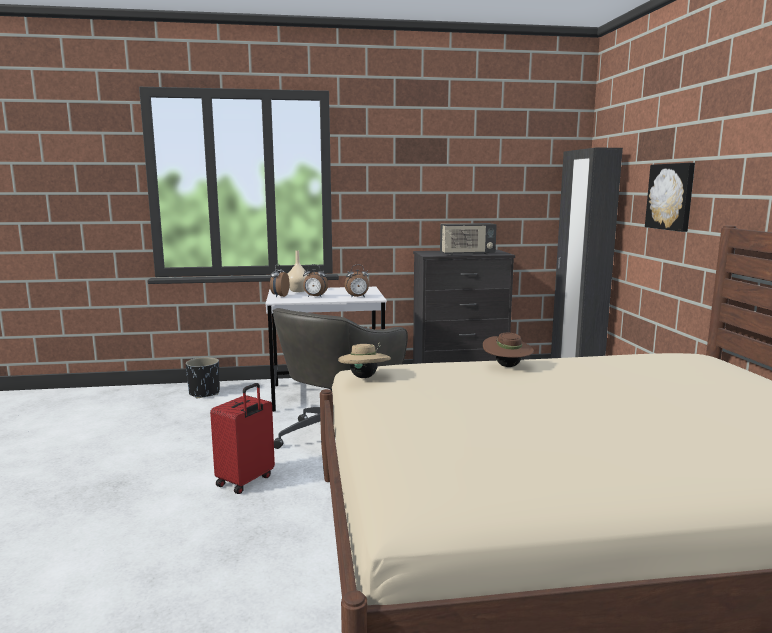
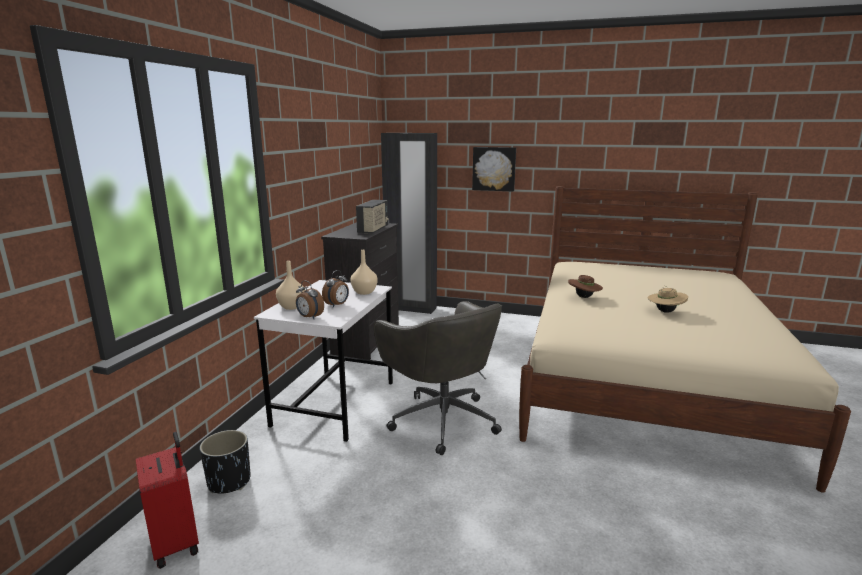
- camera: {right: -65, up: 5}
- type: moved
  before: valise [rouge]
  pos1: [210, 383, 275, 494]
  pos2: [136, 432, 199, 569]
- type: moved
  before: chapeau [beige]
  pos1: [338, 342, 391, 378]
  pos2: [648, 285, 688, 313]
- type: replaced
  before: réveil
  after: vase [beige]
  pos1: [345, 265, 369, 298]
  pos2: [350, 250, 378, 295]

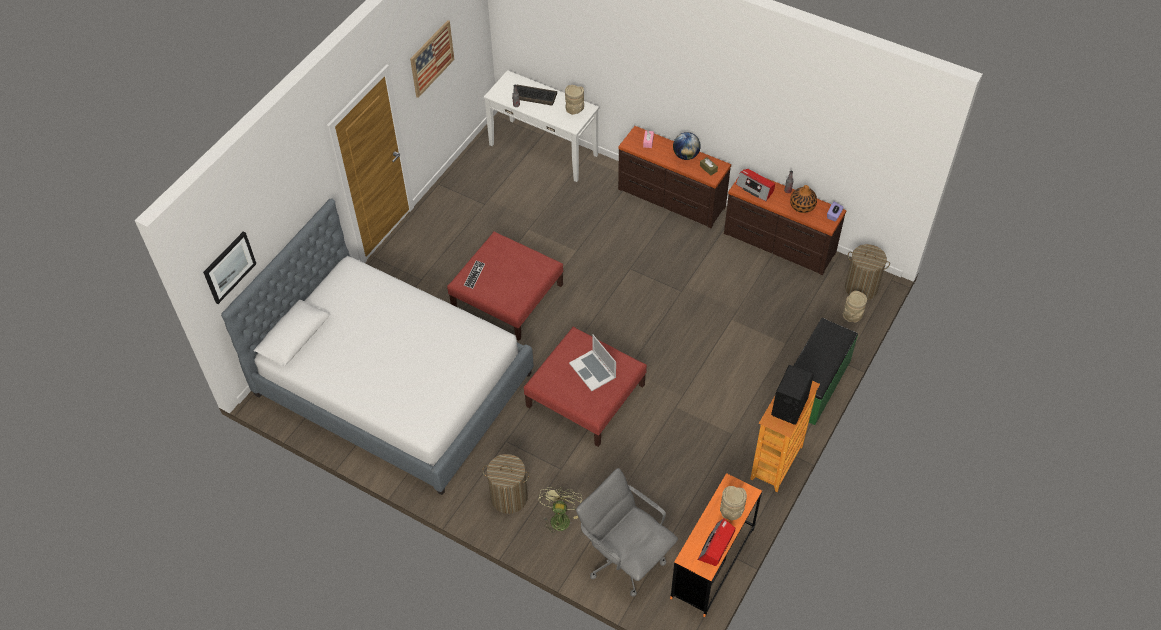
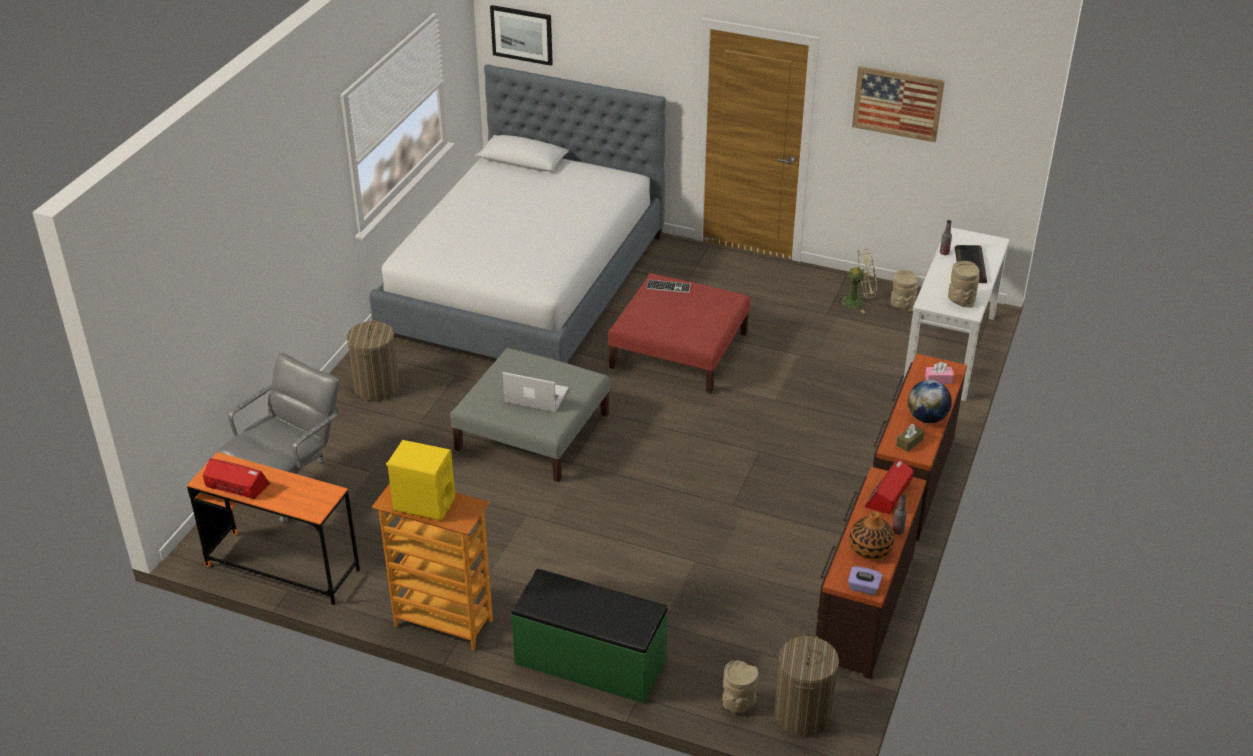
- camera: {right: 80, up: -15}
- type: moved
  before: ventilateur [vert]
  pos1: [538, 487, 582, 536]
  pos2: [836, 249, 877, 313]
- type: moved
  before: vase [beige]
  pos1: [720, 486, 747, 521]
  pos2: [891, 270, 918, 312]
- type: recoloured
  before: pouf [rouge]
  after: pouf [gris]
  pos1: [524, 326, 647, 447]
  pos2: [450, 348, 610, 482]
- type: recoloured
  before: enceinte [noir]
  after: enceinte [jaune]
  pos1: [771, 365, 814, 425]
  pos2: [386, 440, 455, 521]
- type: turned
  before: ordinateur portable
  pos1: [569, 334, 616, 391]
  pos2: [503, 372, 569, 412]
  turn: 60

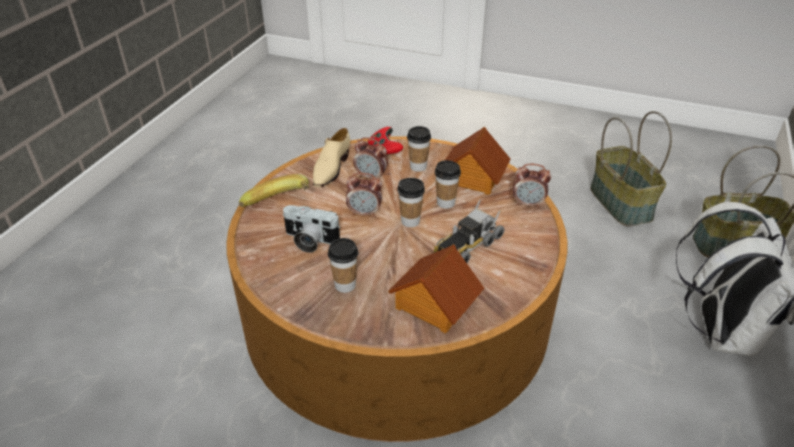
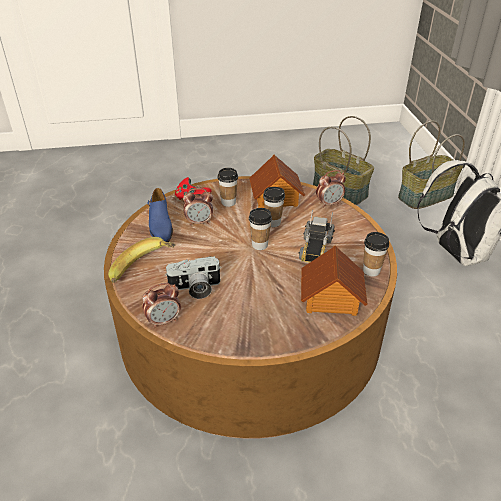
- camera: {right: -30, up: 0}
- type: moved
  before: tasse
  pos1: [328, 238, 358, 293]
  pos2: [363, 232, 389, 277]
- type: moved
  before: réveil
  pos1: [346, 173, 382, 217]
  pos2: [142, 283, 181, 328]
- type: recoloured
  before: chaussure [beige]
  after: chaussure [bleu]
  pos1: [313, 128, 350, 187]
  pos2: [147, 188, 173, 242]

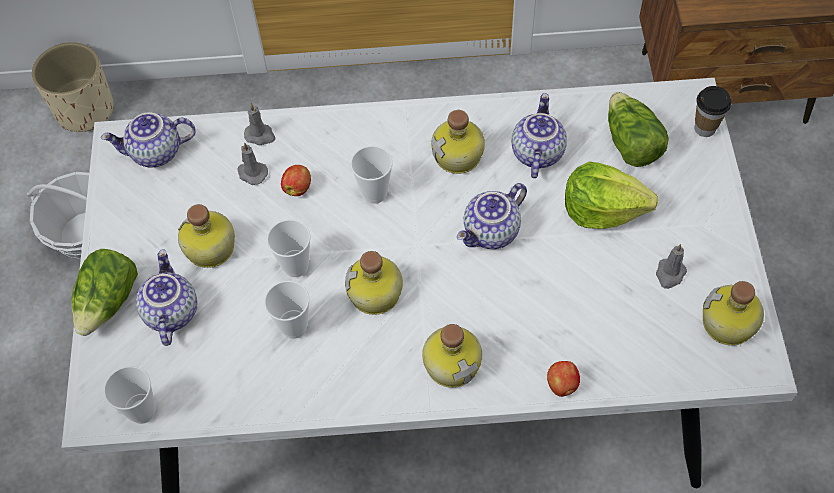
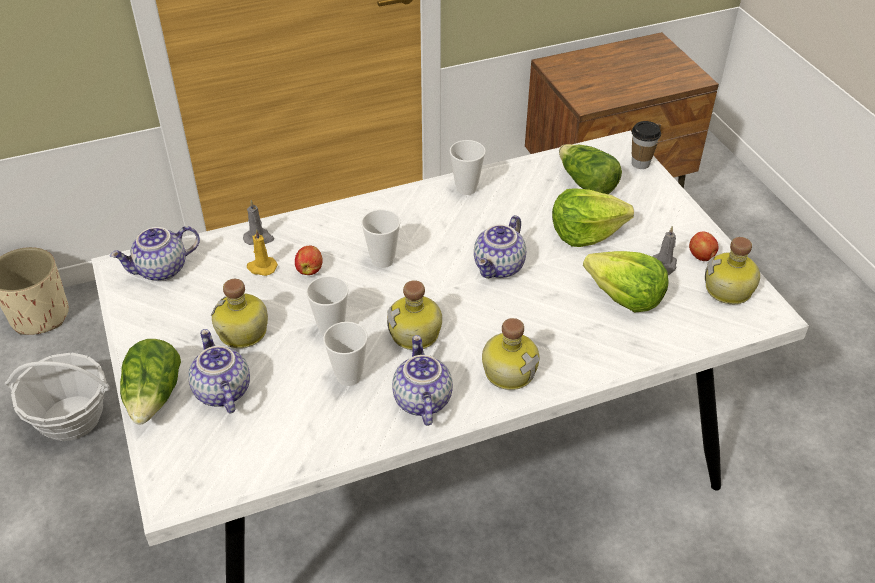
- camera: {right: -20, up: -15}
- type: removed
  before: bouteille
  pos1: [431, 110, 485, 174]
- type: added
  after: laitue
  pos2: [583, 251, 669, 313]
- type: moved
  before: tasse
  pos1: [104, 366, 155, 424]
  pos2: [450, 140, 486, 195]
- type: moved
  before: théière
  pos1: [512, 93, 567, 178]
  pos2: [392, 335, 453, 426]
- type: moved
  before: pomme
  pos1: [547, 361, 580, 397]
  pos2: [689, 232, 718, 261]
- type: recoloured
  before: bougie [gris]
  after: bougie [jaune]
  pos1: [237, 142, 268, 185]
  pos2: [247, 229, 278, 276]

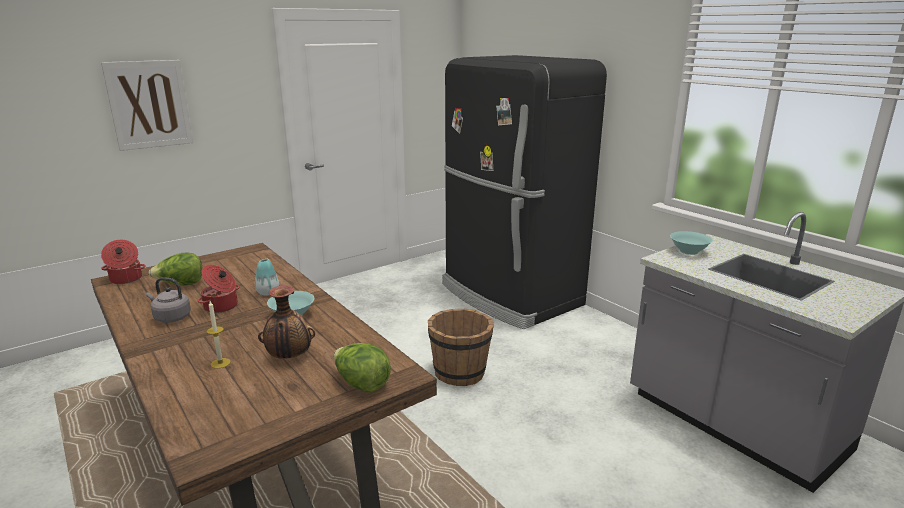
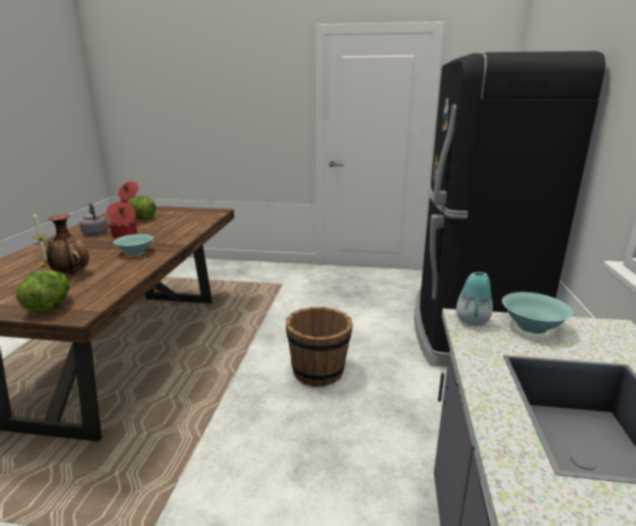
- camera: {right: 45, up: 0}
- type: removed
  before: tableau
  pos1: [101, 60, 193, 151]
- type: moved
  before: vase
  pos1: [255, 259, 279, 295]
  pos2: [456, 272, 493, 326]

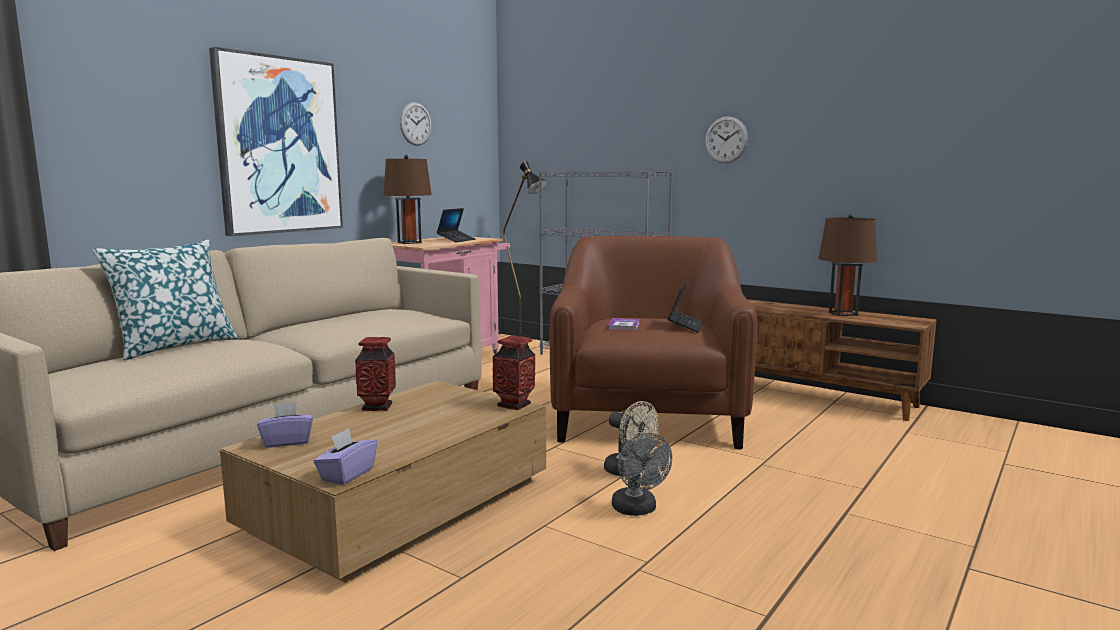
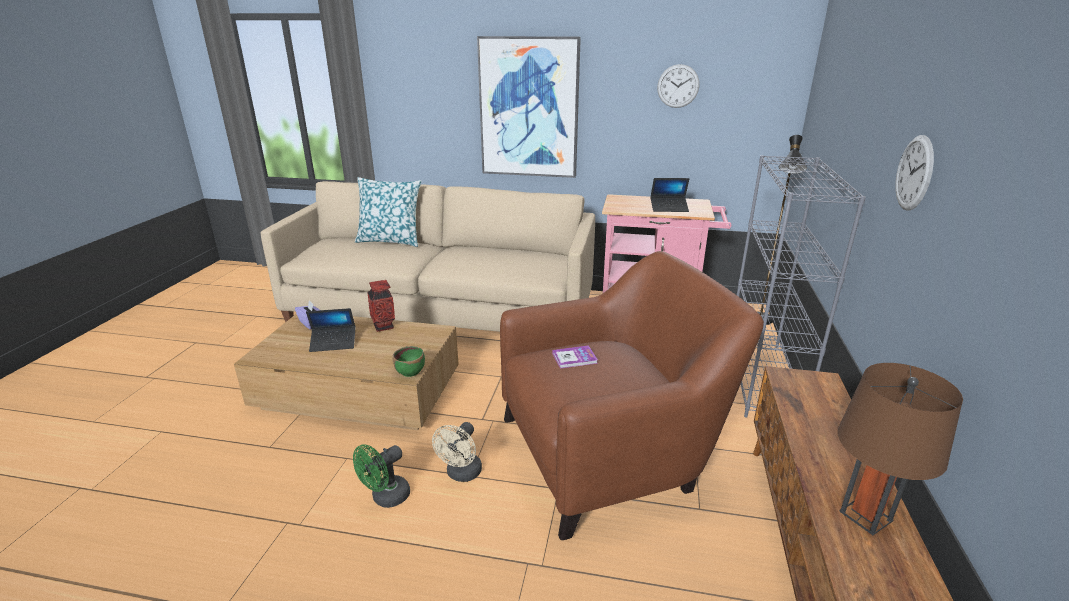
- camera: {right: 65, up: 15}
- type: removed
  before: boîte à mouchoirs [violet]
  pos1: [314, 428, 377, 485]
- type: removed
  before: lampe de table [marron]
  pos1: [384, 155, 432, 244]
- type: moved
  before: ordinateur portable
  pos1: [668, 282, 703, 333]
  pos2: [306, 308, 355, 352]
- type: replaced
  before: vase
  after: bol [vert]
  pos1: [493, 335, 535, 410]
  pos2: [392, 346, 425, 377]
- type: recoloured
  before: ventilateur [gris]
  after: ventilateur [vert]
  pos1: [612, 433, 672, 516]
  pos2: [353, 444, 410, 508]

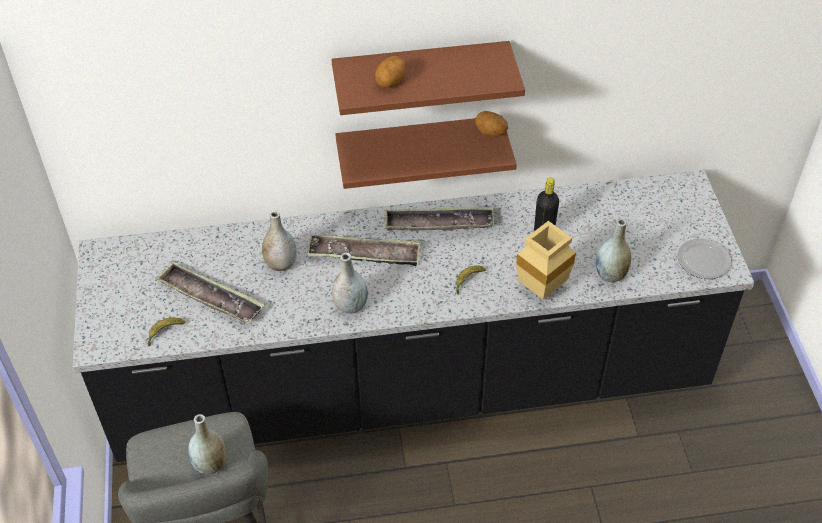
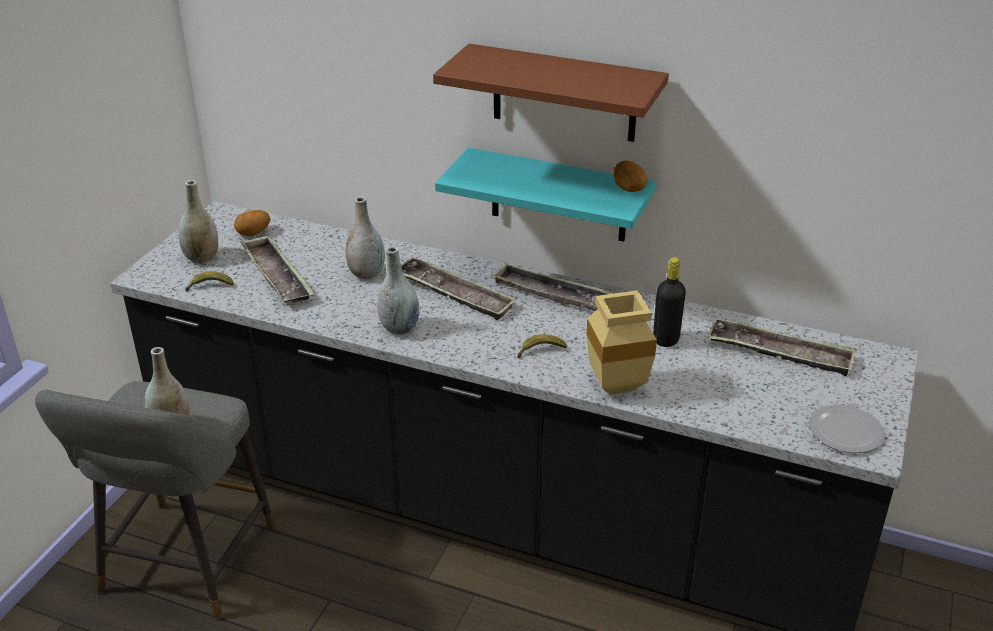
- camera: {right: 30, up: -15}
- type: added
  after: plateau
  pos2: [708, 318, 857, 376]
- type: moved
  before: pomme de terre
  pos1: [375, 56, 405, 88]
  pos2: [234, 210, 271, 236]
- type: moved
  before: vase [gris]
  pos1: [596, 218, 631, 283]
  pos2: [179, 180, 218, 264]
- type: recoloured
  before: étagère [marron]
  after: étagère [turquoise]
  pos1: [335, 115, 517, 189]
  pos2: [435, 148, 657, 242]

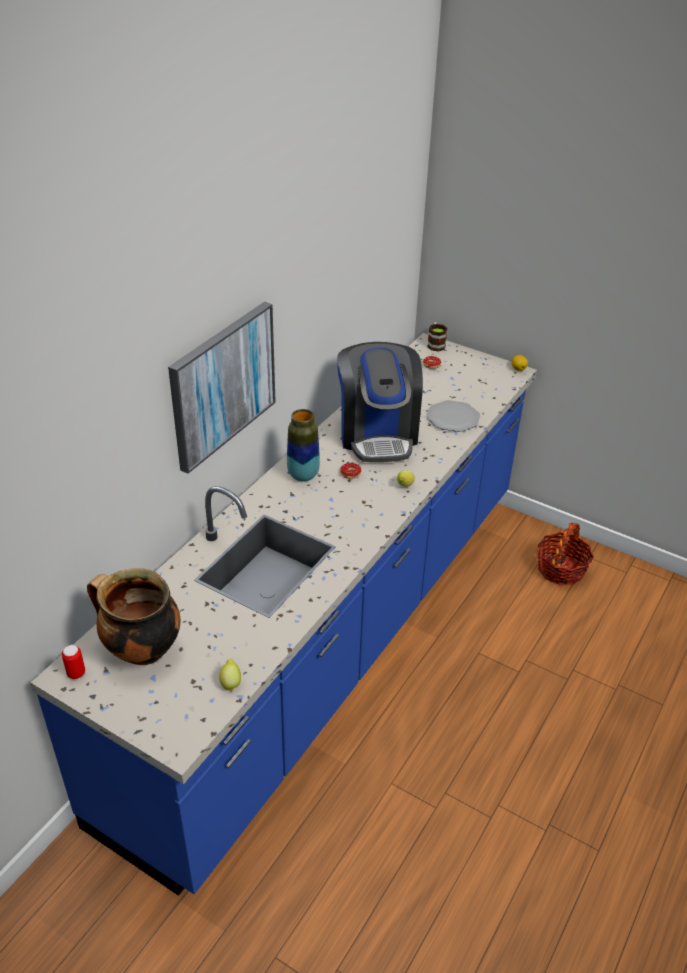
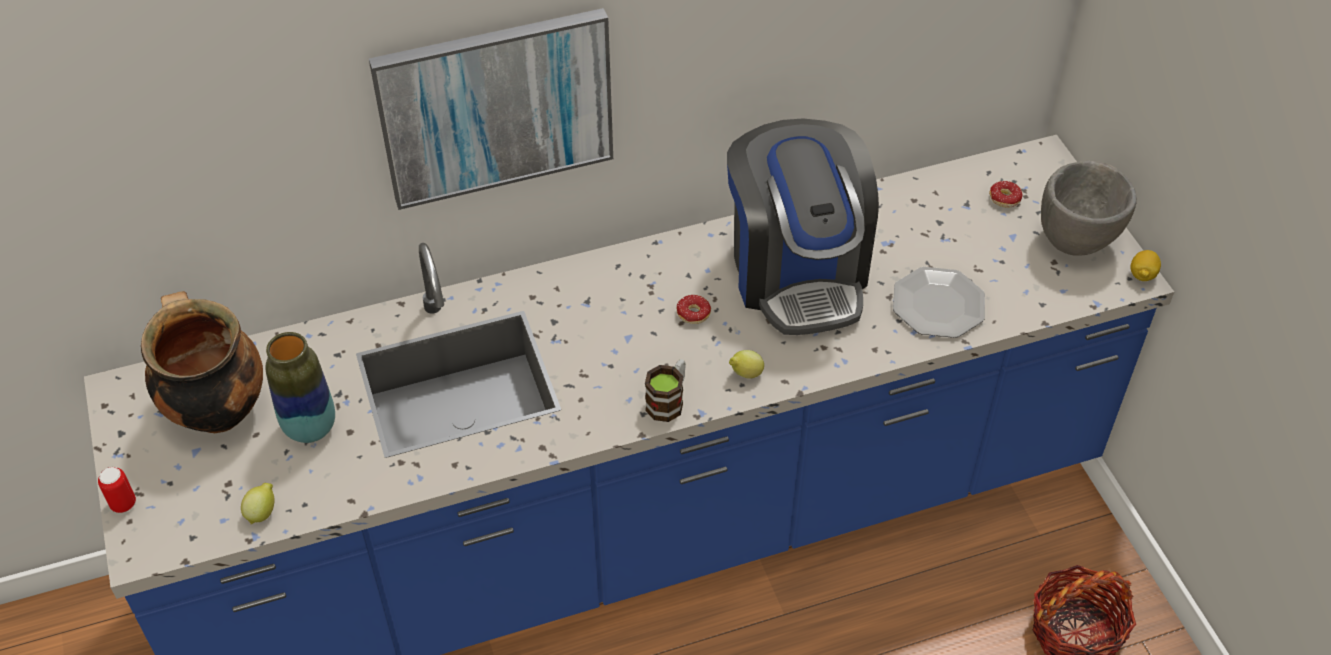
- camera: {right: 40, up: 10}
- type: added
  after: bol [gris]
  pos2: [1041, 161, 1137, 256]
- type: moved
  before: boîte métallique
  pos1: [62, 645, 85, 679]
  pos2: [98, 467, 136, 513]
- type: moved
  before: vase
  pos1: [287, 409, 320, 482]
  pos2: [265, 332, 335, 443]
- type: moved
  before: mug
  pos1: [427, 322, 447, 352]
  pos2: [645, 359, 686, 422]
- type: turned
  before: machine à café
  pos1: [337, 342, 423, 462]
  pos2: [727, 118, 879, 335]
  turn: -45

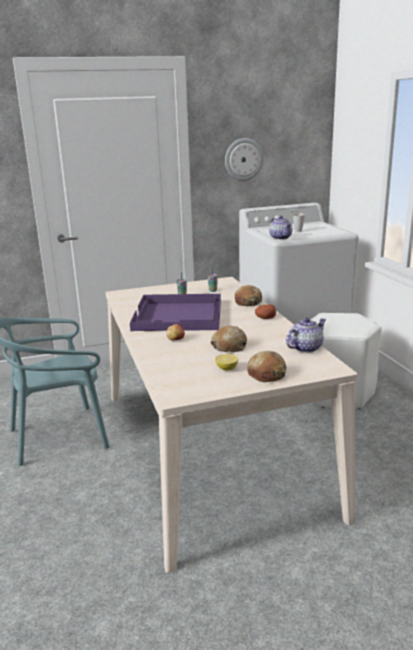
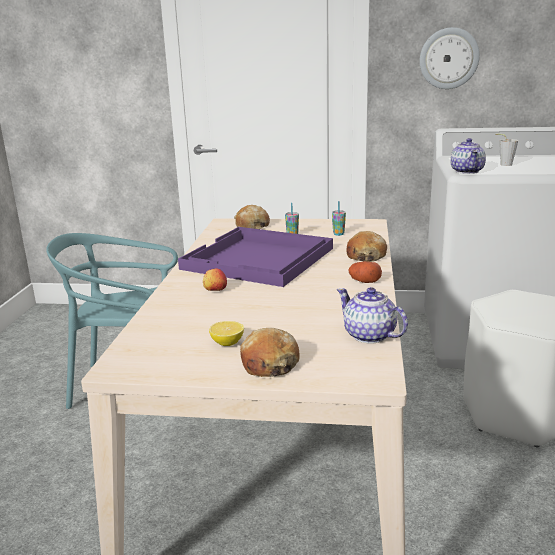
- camera: {right: 25, up: 0}
- type: moved
  before: pain
  pos1: [211, 326, 247, 352]
  pos2: [234, 205, 270, 229]
- type: turned
  before: théière
  pos1: [286, 318, 326, 353]
  pos2: [337, 287, 408, 343]
  turn: -120

